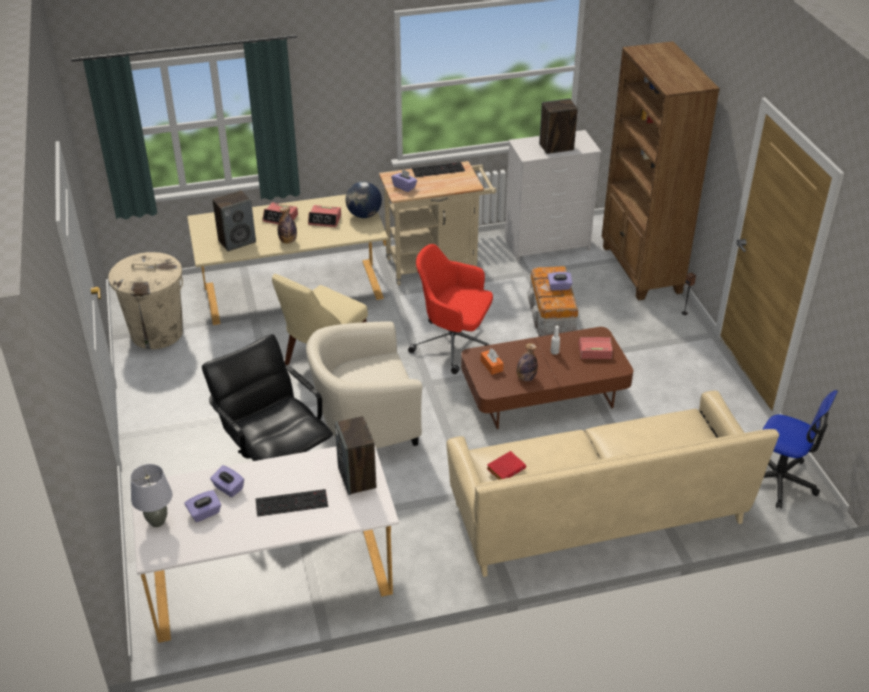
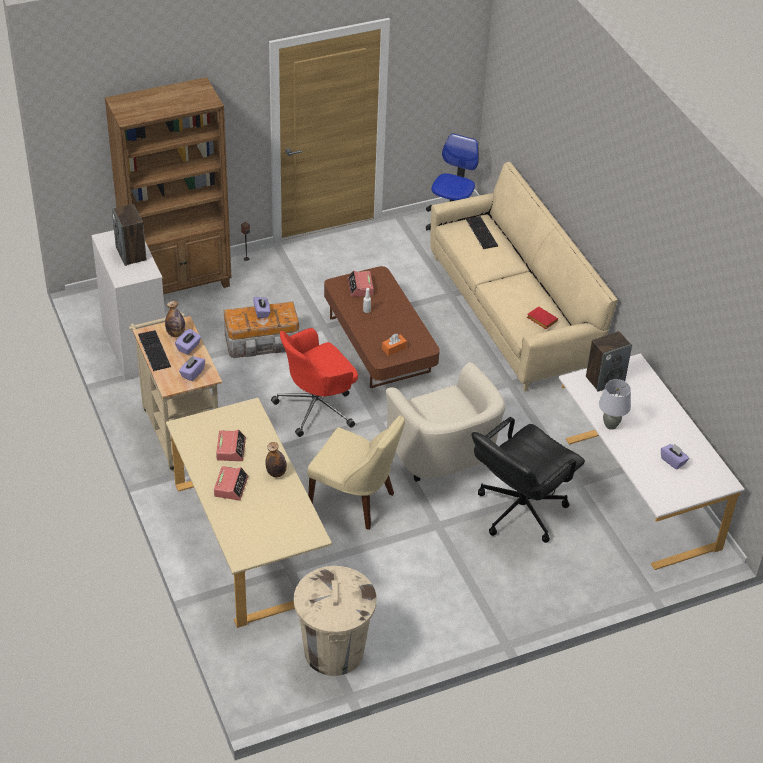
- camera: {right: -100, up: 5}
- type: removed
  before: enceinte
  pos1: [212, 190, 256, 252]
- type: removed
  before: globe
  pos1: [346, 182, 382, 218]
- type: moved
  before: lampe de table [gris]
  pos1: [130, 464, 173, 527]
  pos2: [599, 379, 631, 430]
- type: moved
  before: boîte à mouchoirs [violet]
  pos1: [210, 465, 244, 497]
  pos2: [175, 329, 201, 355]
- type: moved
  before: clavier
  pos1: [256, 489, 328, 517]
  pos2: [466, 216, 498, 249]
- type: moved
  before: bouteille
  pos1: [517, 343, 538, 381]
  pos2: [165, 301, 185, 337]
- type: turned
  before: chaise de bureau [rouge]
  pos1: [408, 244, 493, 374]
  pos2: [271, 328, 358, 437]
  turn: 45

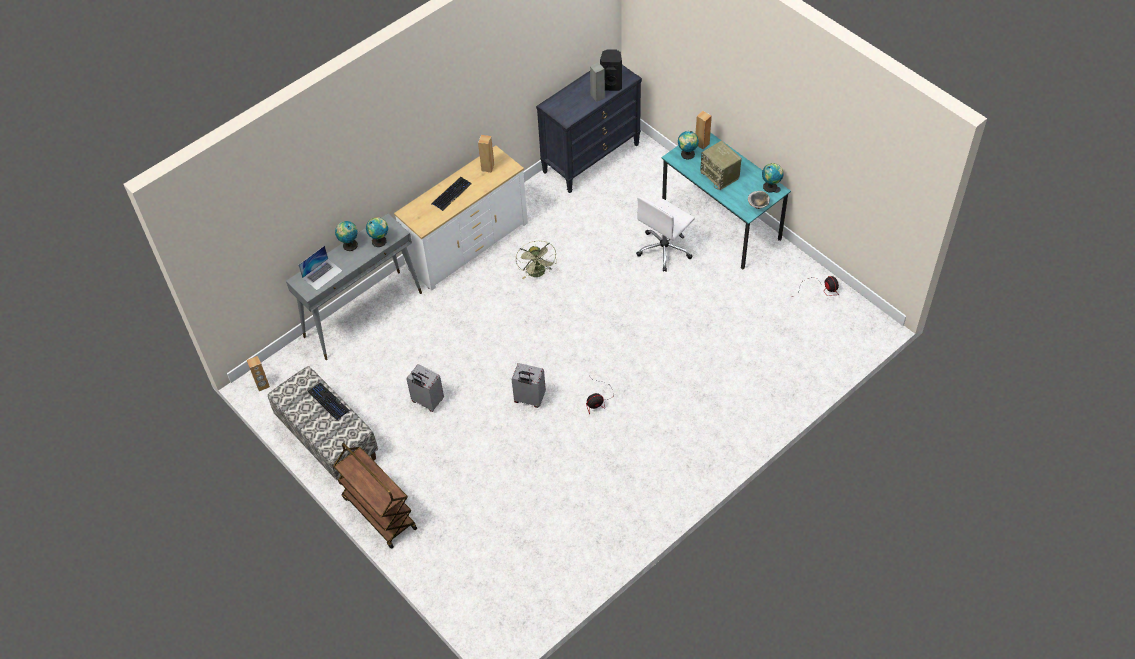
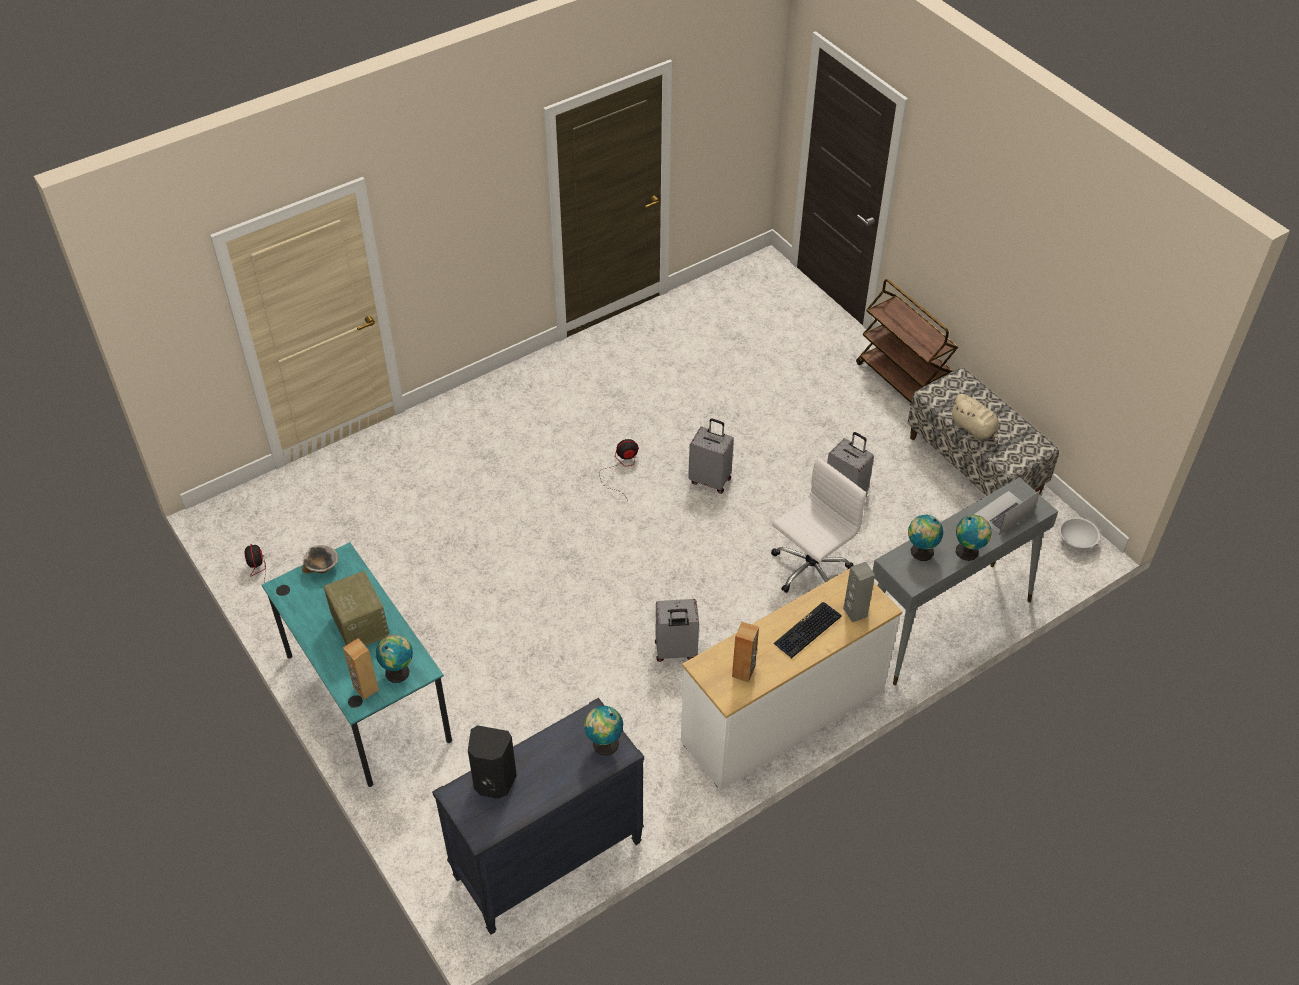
- camera: {right: -175, up: -5}
- type: moved
  before: enceinte [gris]
  pos1: [590, 62, 605, 102]
  pos2: [843, 562, 875, 622]
- type: moved
  before: chaise de bureau [blanc]
  pos1: [636, 197, 695, 272]
  pos2: [771, 457, 866, 593]
- type: moved
  before: globe
  pos1: [762, 163, 784, 192]
  pos2: [584, 706, 623, 756]
- type: replaced
  before: enceinte [marron]
  after: bol [blanc]
  pos1: [247, 356, 270, 391]
  pos2: [1059, 517, 1100, 550]
- type: replaced
  before: clavier
  after: peluche [beige]
  pos1: [308, 383, 350, 421]
  pos2: [951, 394, 999, 444]
- type: replaced
  before: ventilateur [vert]
  after: valise [gris]
  pos1: [516, 241, 557, 279]
  pos2: [655, 599, 699, 662]

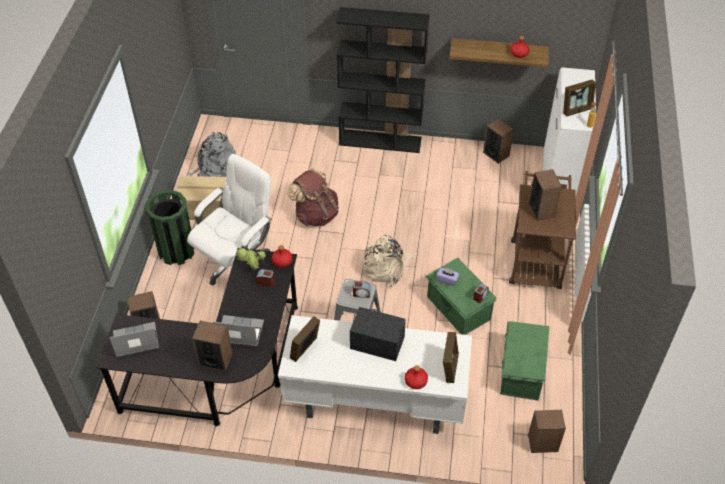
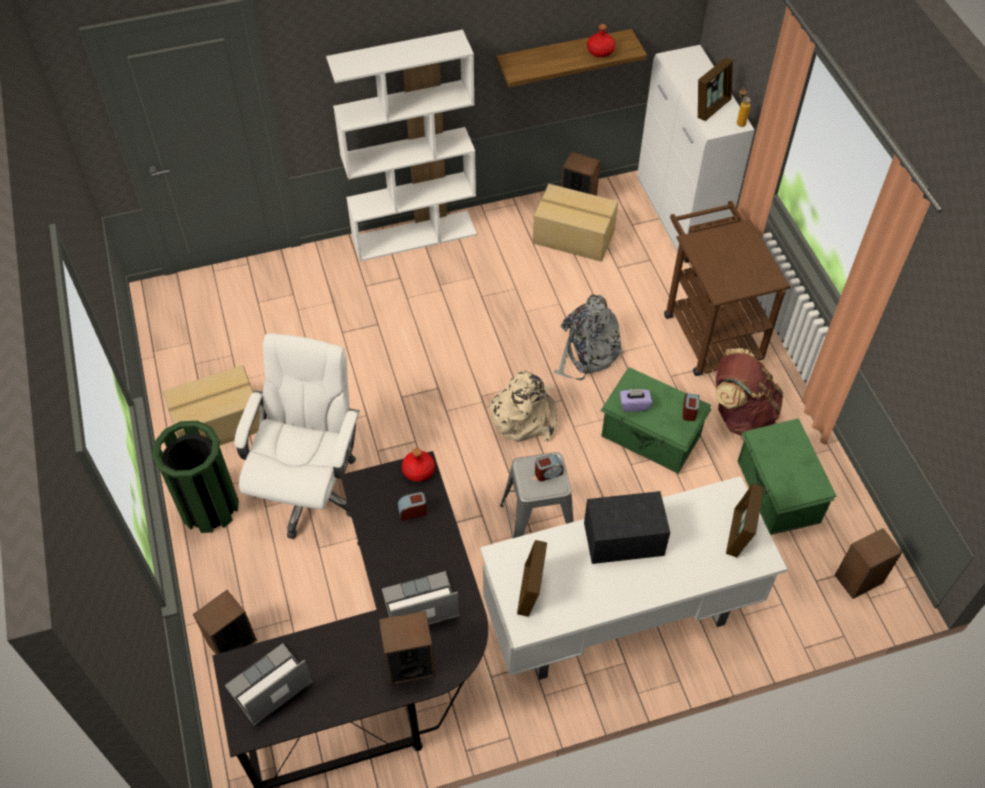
- camera: {right: -25, up: 5}
- type: removed
  before: plante en pot
  pos1: [236, 248, 266, 270]
- type: removed
  before: bouteille [rouge]
  pos1: [405, 365, 428, 389]
- type: removed
  before: enceinte
  pos1: [529, 169, 562, 220]
- type: added
  after: carton
  pos2: [533, 184, 618, 262]
- type: moved
  before: sac à dos [gris]
  pos1: [187, 131, 236, 177]
  pos2: [554, 294, 624, 380]
- type: moved
  before: sac à dos [marron]
  pos1: [287, 168, 339, 226]
  pos2: [715, 348, 783, 435]
- type: recoloured
  before: bibliothèque [noir]
  after: bibliothèque [blanc]
  pos1: [336, 7, 430, 153]
  pos2: [326, 30, 477, 261]
- type: turned
  before: cadre photo
  pos1: [443, 332, 459, 383]
  pos2: [726, 484, 764, 557]
  turn: -150

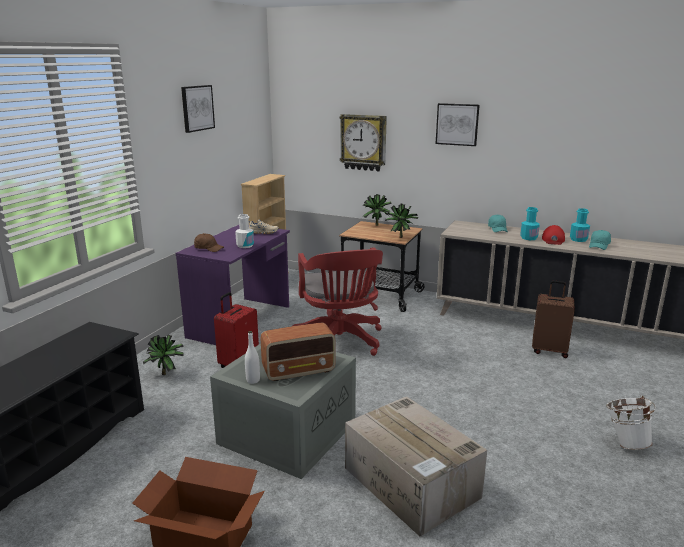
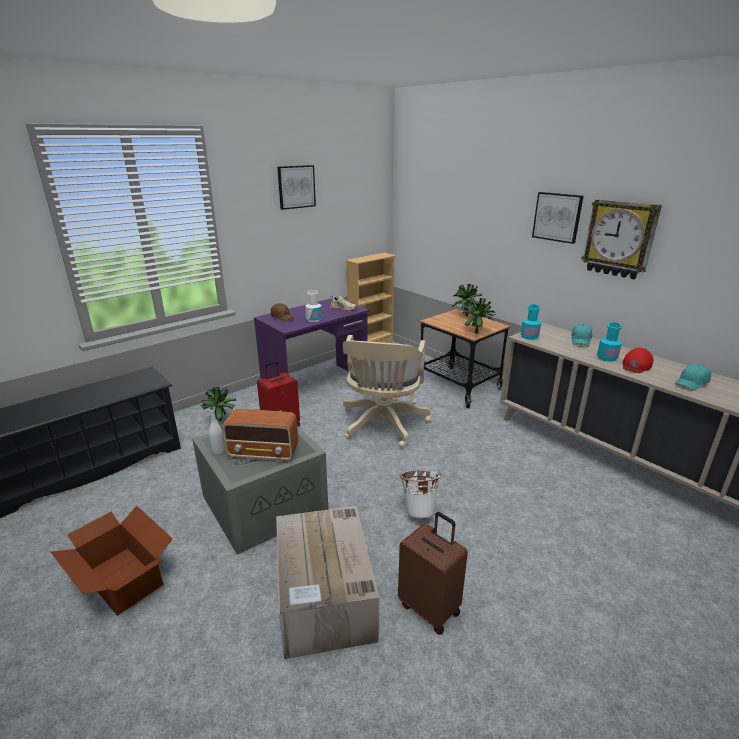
- camera: {right: 25, up: 5}
- type: moved
  before: horloge murale
  pos1: [340, 114, 387, 171]
  pos2: [582, 199, 662, 279]
- type: moved
  before: valise [marron]
  pos1: [532, 280, 575, 358]
  pos2: [398, 512, 468, 635]
- type: moved
  before: bouteille [turquoise]
  pos1: [570, 208, 590, 242]
  pos2: [521, 304, 541, 340]
- type: moved
  before: seau [blanc]
  pos1: [606, 395, 656, 450]
  pos2: [399, 470, 442, 518]
- type: recoloured
  before: chaise de bureau [rouge]
  after: chaise de bureau [beige]
  pos1: [292, 247, 383, 356]
  pos2: [343, 335, 431, 448]

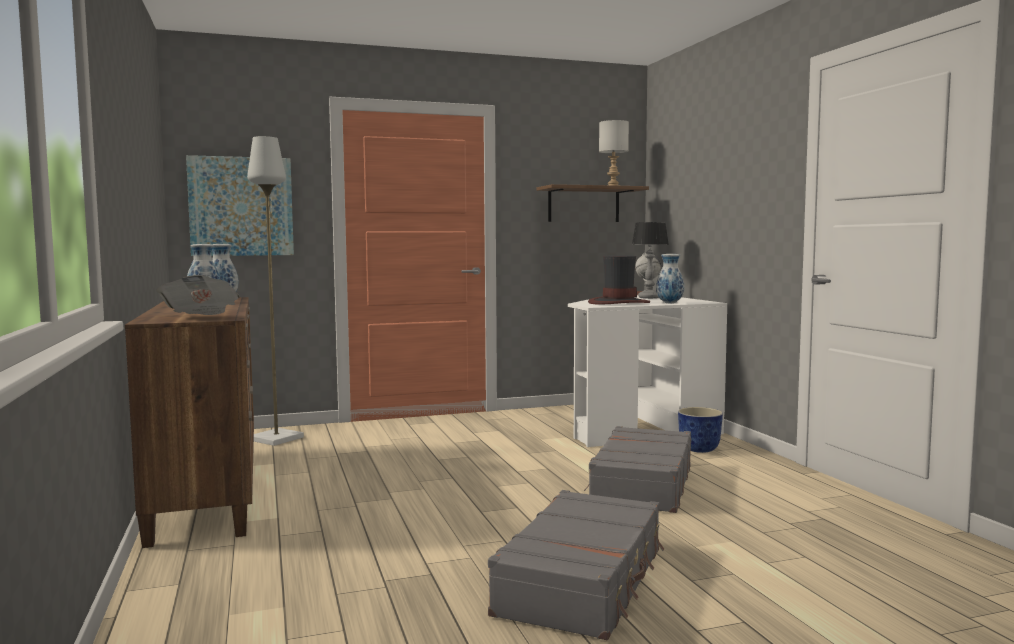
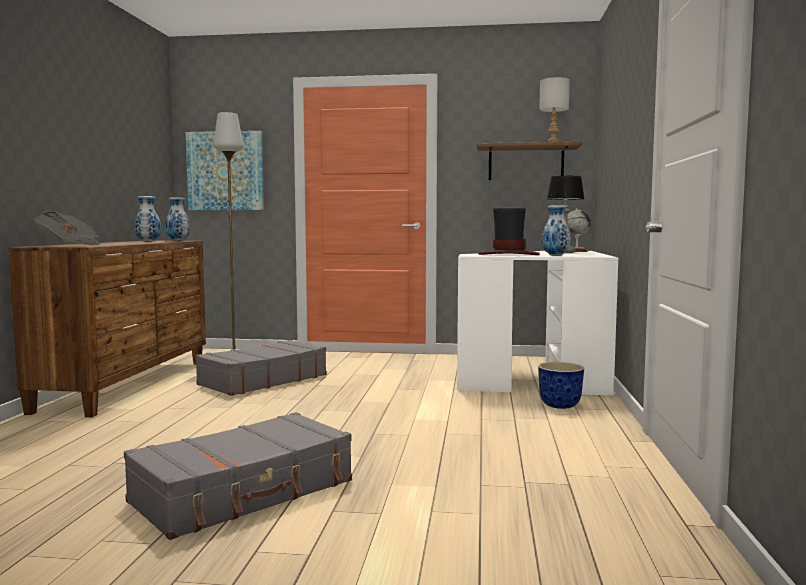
- camera: {right: 25, up: 0}
- type: moved
  before: valise [gris]
  pos1: [584, 426, 691, 513]
  pos2: [196, 340, 327, 396]

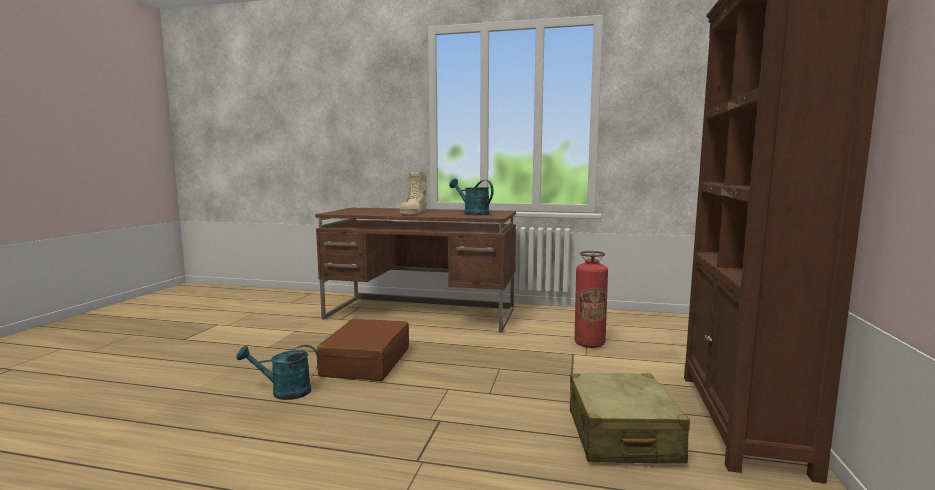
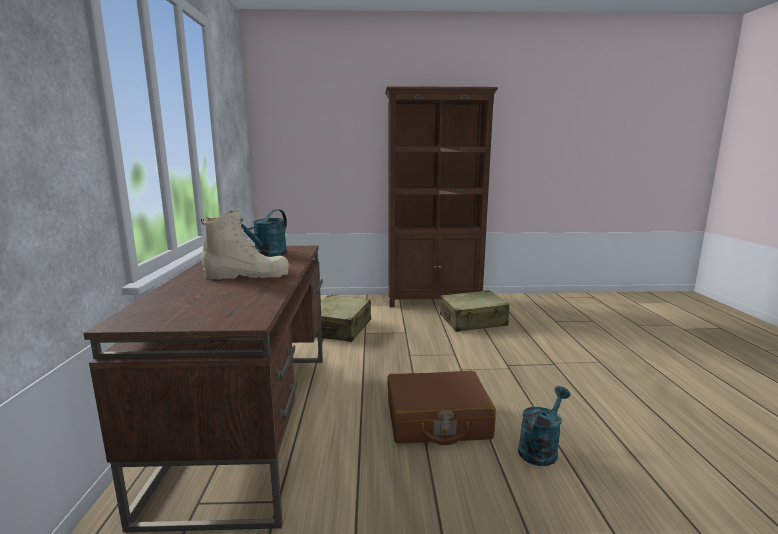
- camera: {right: -105, up: 5}
- type: replaced
  before: extincteur
  after: valise [beige]
  pos1: [574, 251, 608, 348]
  pos2: [316, 295, 371, 342]
- type: turned
  before: arrosoir [turquoise]
  pos1: [236, 345, 319, 400]
  pos2: [518, 386, 571, 466]
  turn: -120

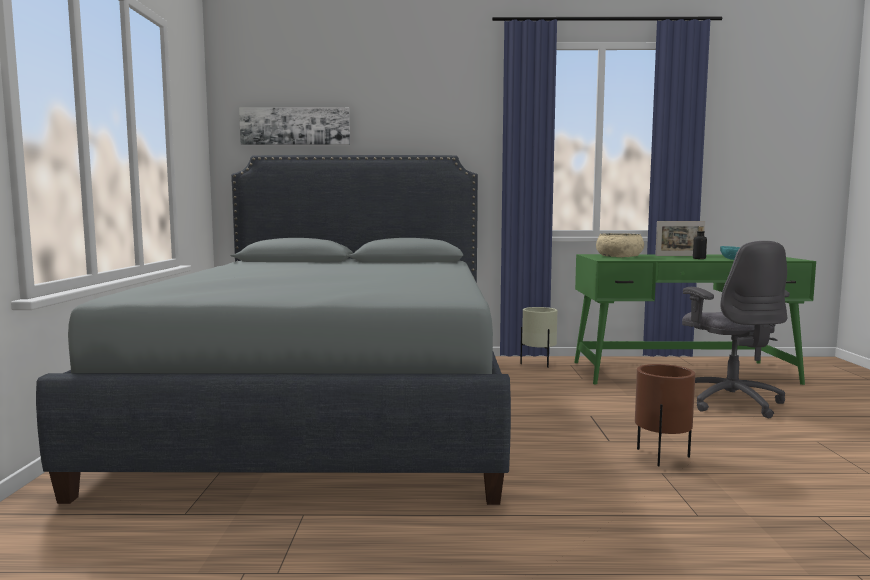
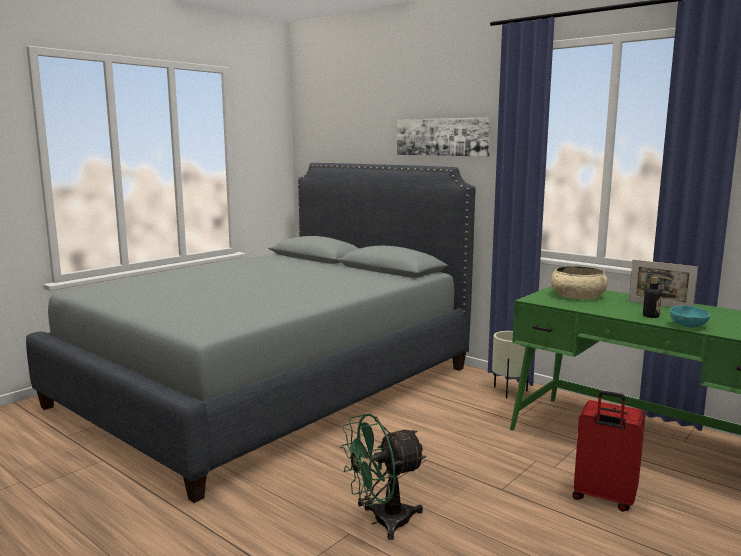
- camera: {right: 40, up: 5}
- type: moved
  before: tableau
  pos1: [239, 107, 350, 145]
  pos2: [397, 117, 491, 157]
- type: replaced
  before: cache-pot [marron]
  after: ventilateur [vert]
  pos1: [635, 364, 695, 467]
  pos2: [340, 413, 426, 540]
- type: replaced
  before: chaise de bureau [gris]
  after: valise [rouge]
  pos1: [682, 241, 790, 418]
  pos2: [572, 391, 646, 512]

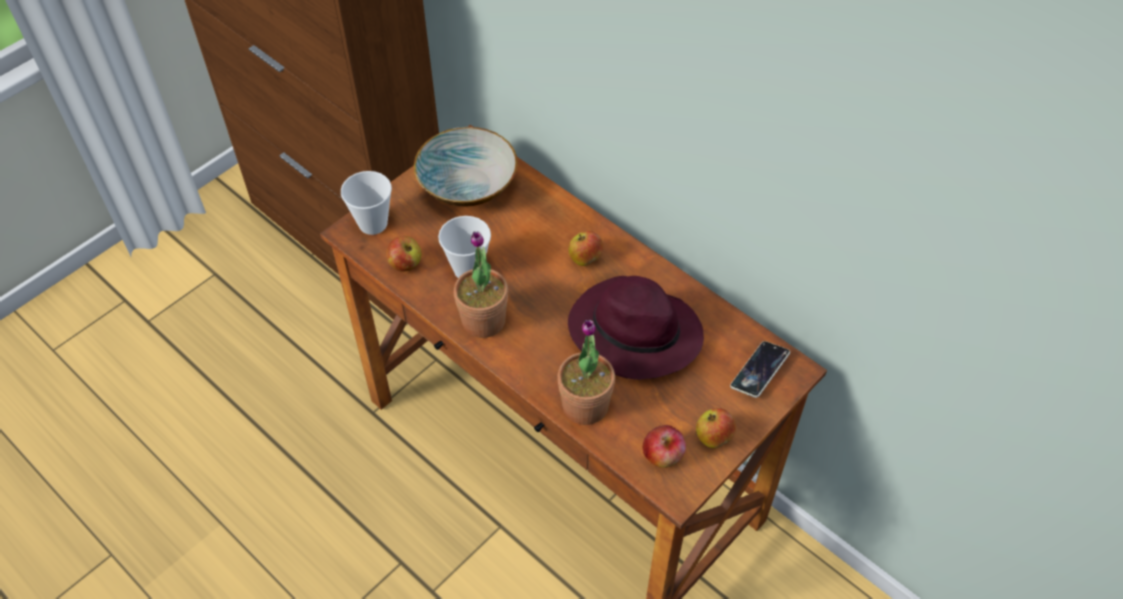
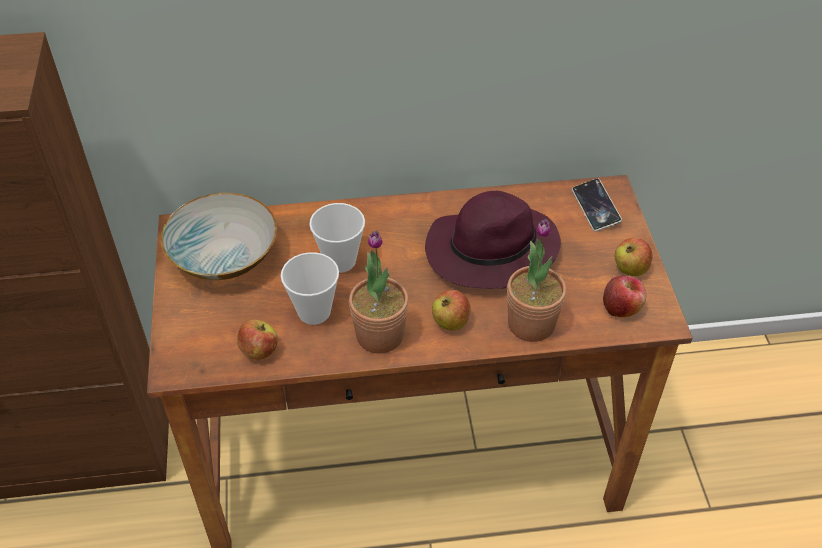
- camera: {right: -50, up: -5}
- type: moved
  before: tasse
  pos1: [341, 171, 392, 235]
  pos2: [309, 203, 365, 273]
- type: moved
  before: pomme
  pos1: [568, 231, 604, 266]
  pos2: [432, 290, 471, 330]

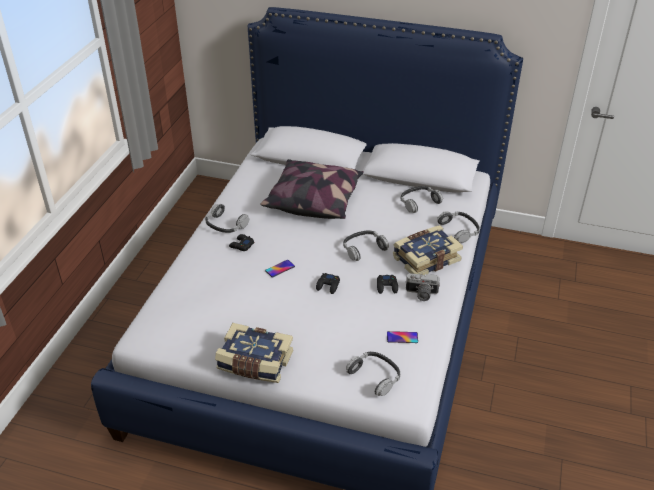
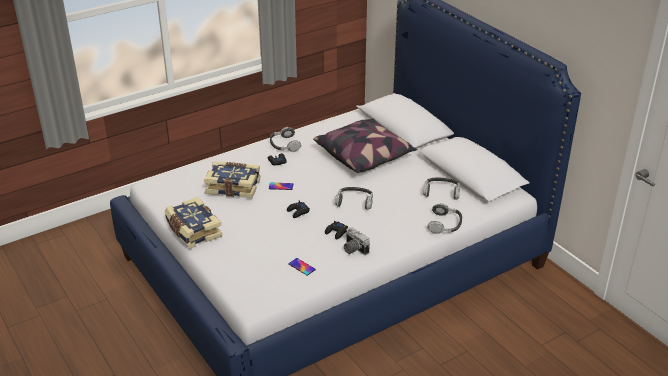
- camera: {right: 40, up: -5}
- type: removed
  before: casque audio
  pos1: [346, 352, 400, 396]
- type: moved
  before: livre
  pos1: [393, 225, 463, 275]
  pos2: [204, 161, 261, 198]

